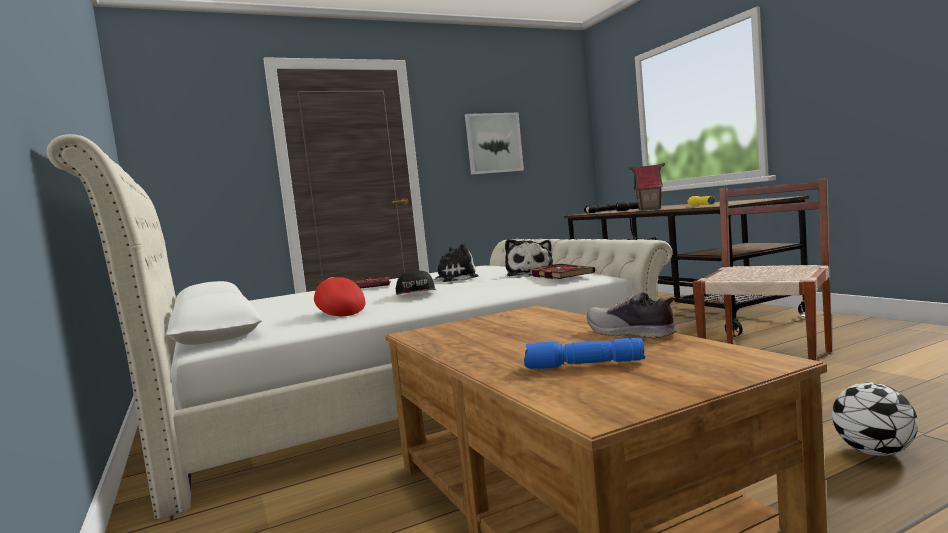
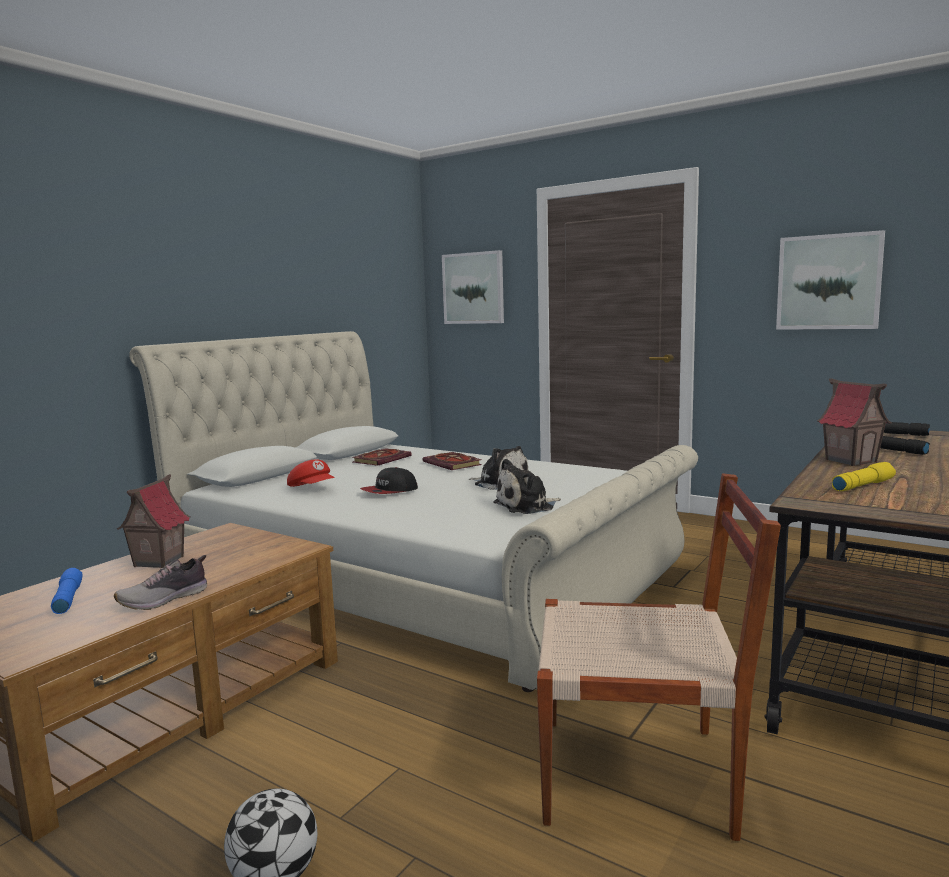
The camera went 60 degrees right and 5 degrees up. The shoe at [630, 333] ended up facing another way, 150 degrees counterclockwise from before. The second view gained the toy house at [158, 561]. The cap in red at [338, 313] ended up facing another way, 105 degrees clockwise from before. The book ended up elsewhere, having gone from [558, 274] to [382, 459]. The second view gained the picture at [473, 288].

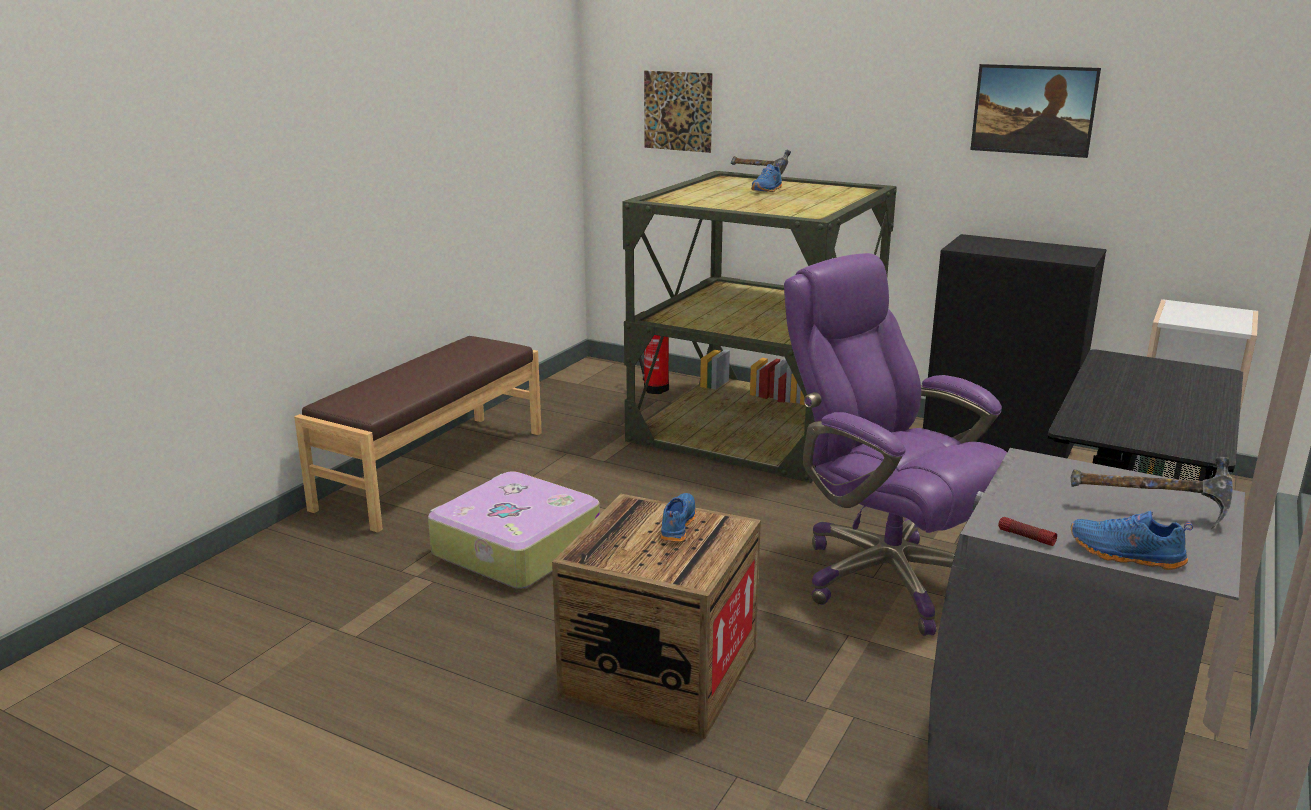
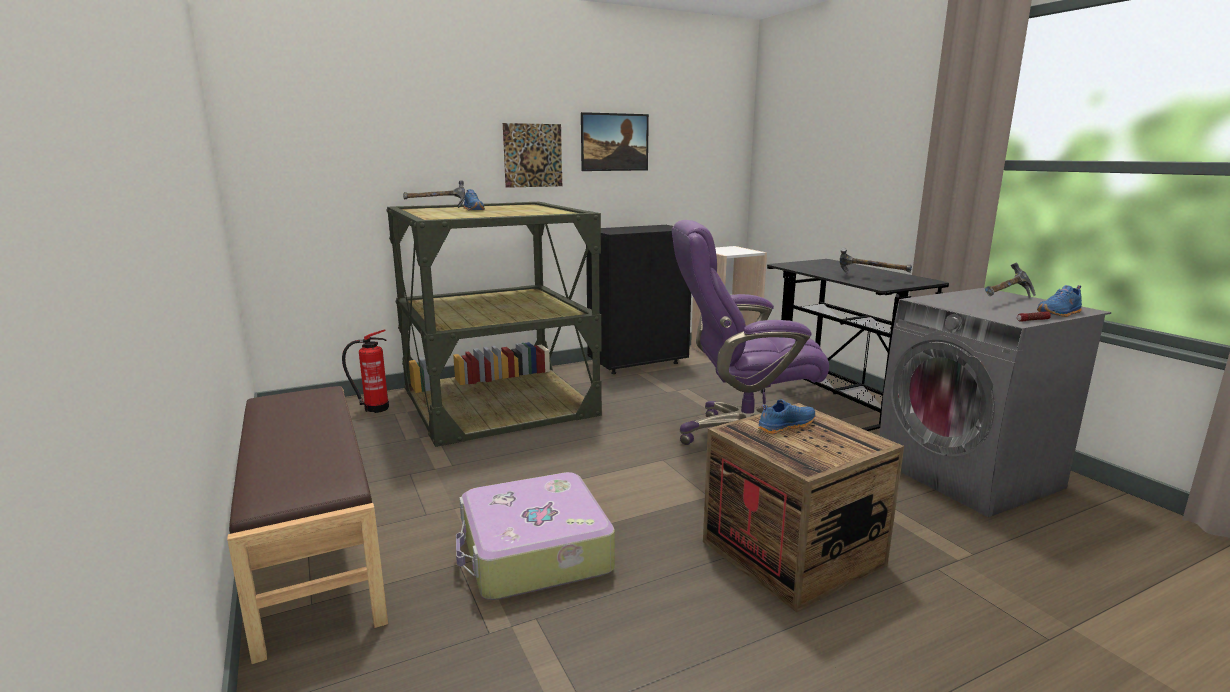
The camera went 55 degrees left and 5 degrees down. The picture ended up elsewhere, having gone from [678, 111] to [533, 155]. The shoe in blue at [676, 526] ended up facing another way, 105 degrees clockwise from before. The second view gained the hammer at [870, 278].

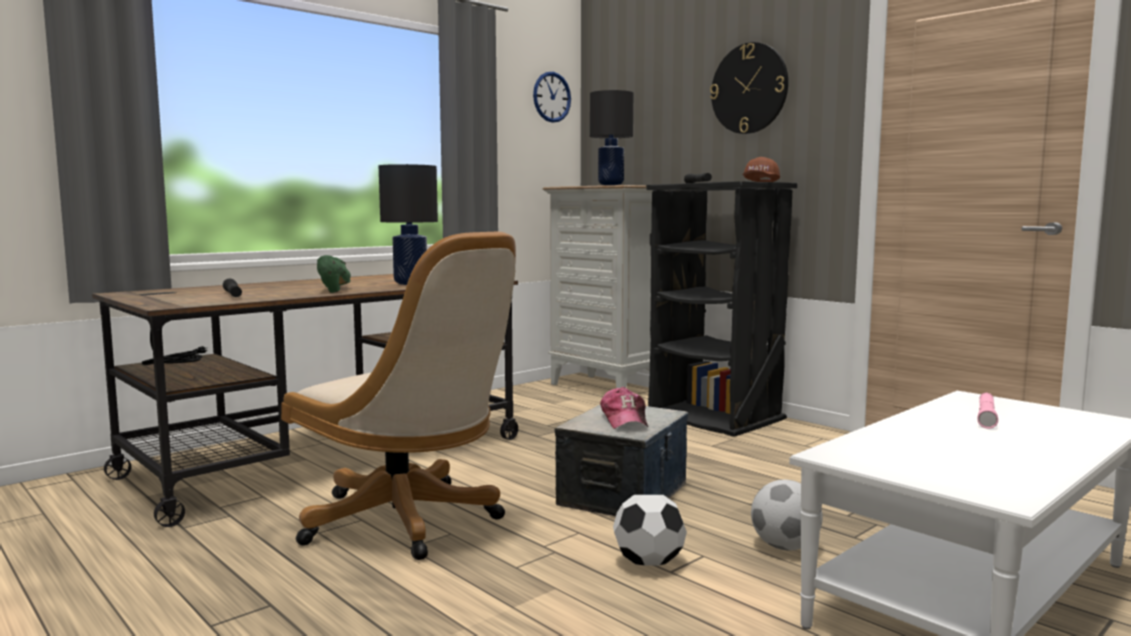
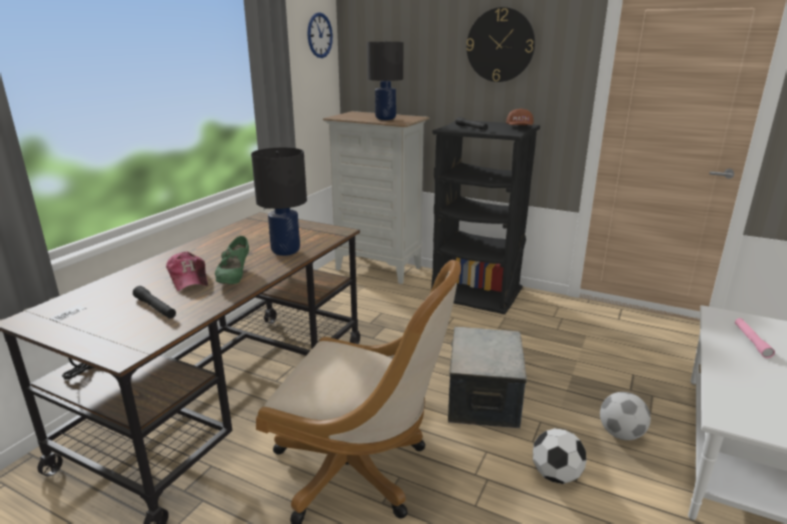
The camera went 20 degrees left and 15 degrees up. The cap ended up elsewhere, having gone from [625, 420] to [189, 279]. The shoe in green at [333, 289] ended up facing another way, 150 degrees counterclockwise from before.

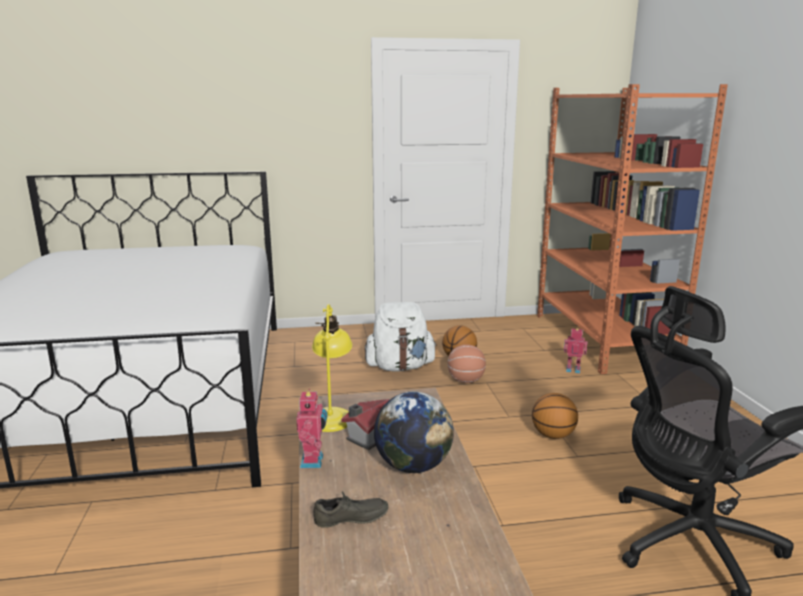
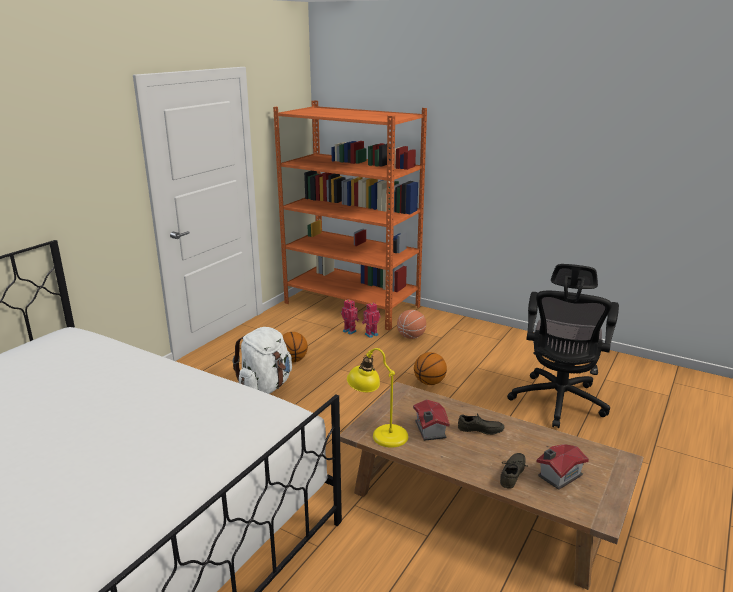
The camera went 50 degrees left and 5 degrees up. The toy robot ended up elsewhere, having gone from [314, 461] to [350, 331]. The basketball ended up elsewhere, having gone from [465, 380] to [411, 337]. Where the globe stood at [413, 466], the shoe in grey came to stand at [480, 431]. The second view gained the toy house at [558, 475].

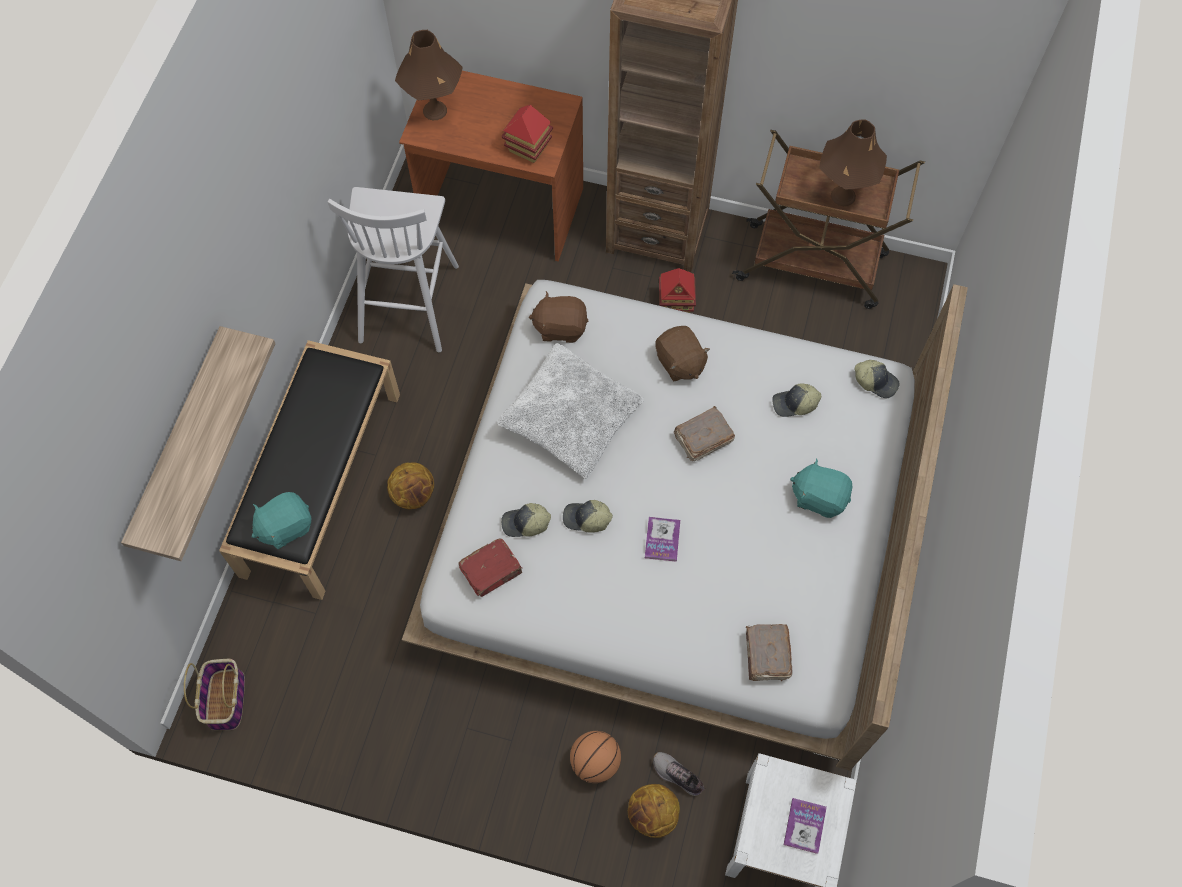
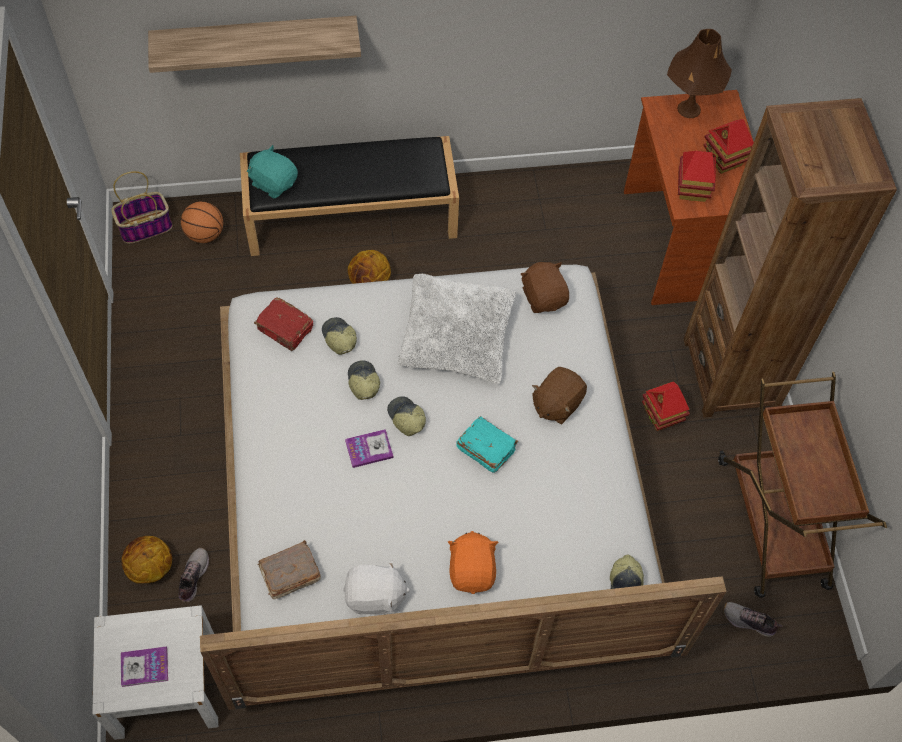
The camera went 65 degrees right and 5 degrees down. The basketball ended up elsewhere, having gone from [595, 762] to [205, 234]. The second view gained the plush toy in white at [375, 597]. The cap ended up elsewhere, having gone from [794, 404] to [406, 418]. What was the plush toy in turquoise at [819, 497] turned into the plush toy in orange at [472, 570]. What was the book in brown at [702, 439] turned into the book in turquoise at [485, 448]. The second view gained the toy house at [724, 160]. The second view gained the shoe at [749, 622]. The second view lost the stool in white at [409, 301]. The second view lost the table lamp in brown at [843, 196].

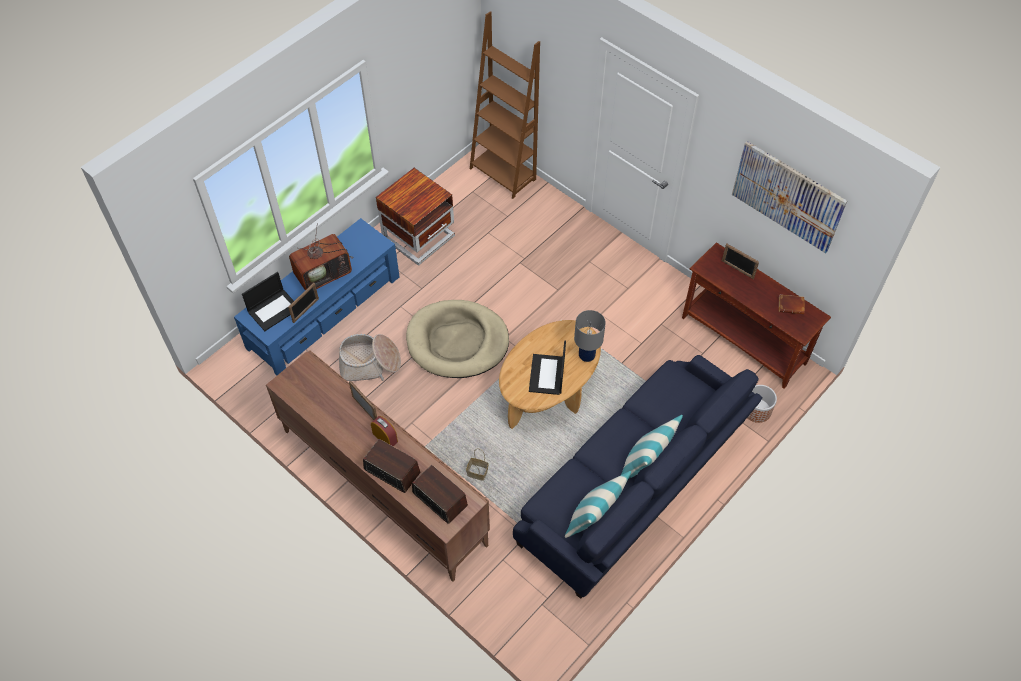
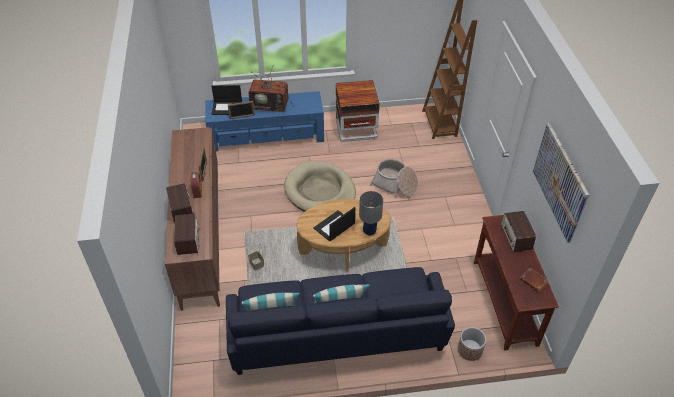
The camera went 40 degrees right and 10 degrees down. The basket ended up elsewhere, having gone from [369, 364] to [395, 185]. Where the picture frame stood at [737, 269], the radio came to stand at [516, 237].

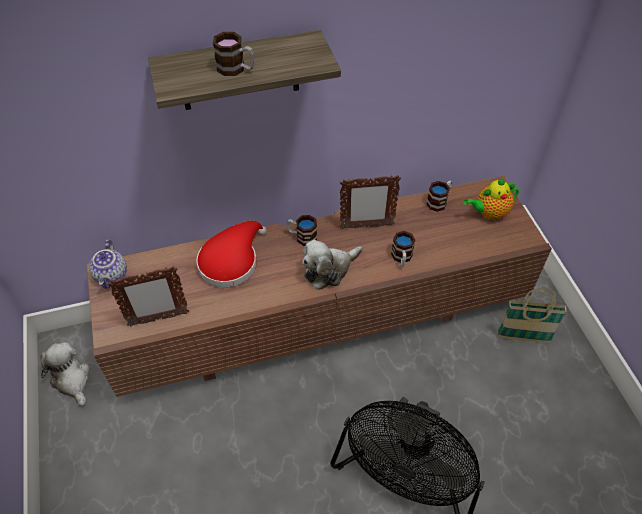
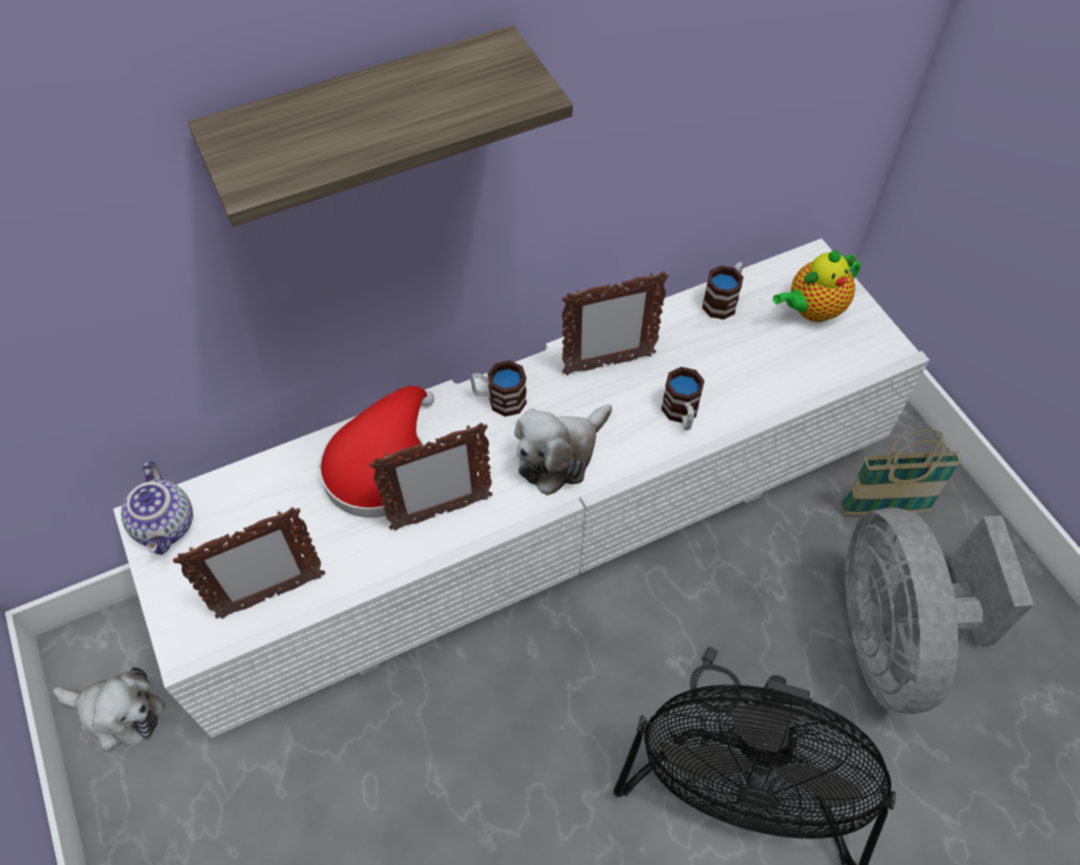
The camera went 10 degrees left and 5 degrees up. The plush toy at [71, 380] ended up facing another way, 150 degrees clockwise from before. What was the tv stand in brown at [320, 314] turned into the tv stand in white at [539, 521]. The second view gained the picture frame at [440, 513]. The second view gained the fan in grey at [891, 638]. The second view lost the mug at [236, 69].

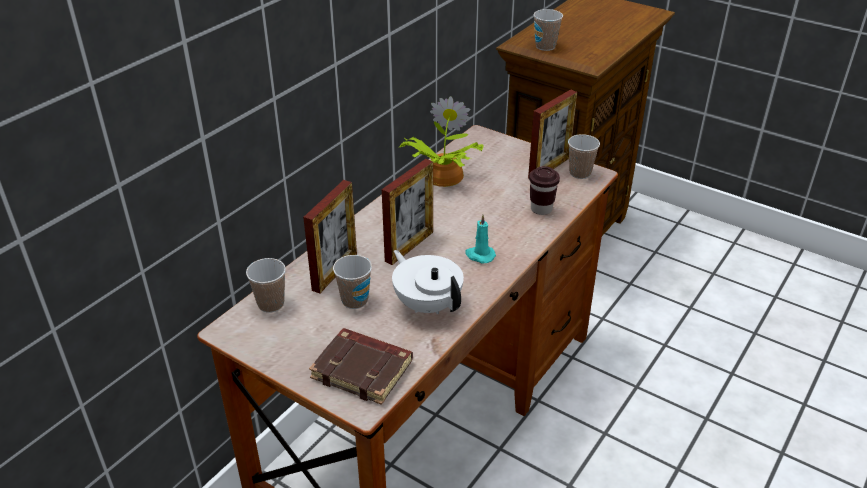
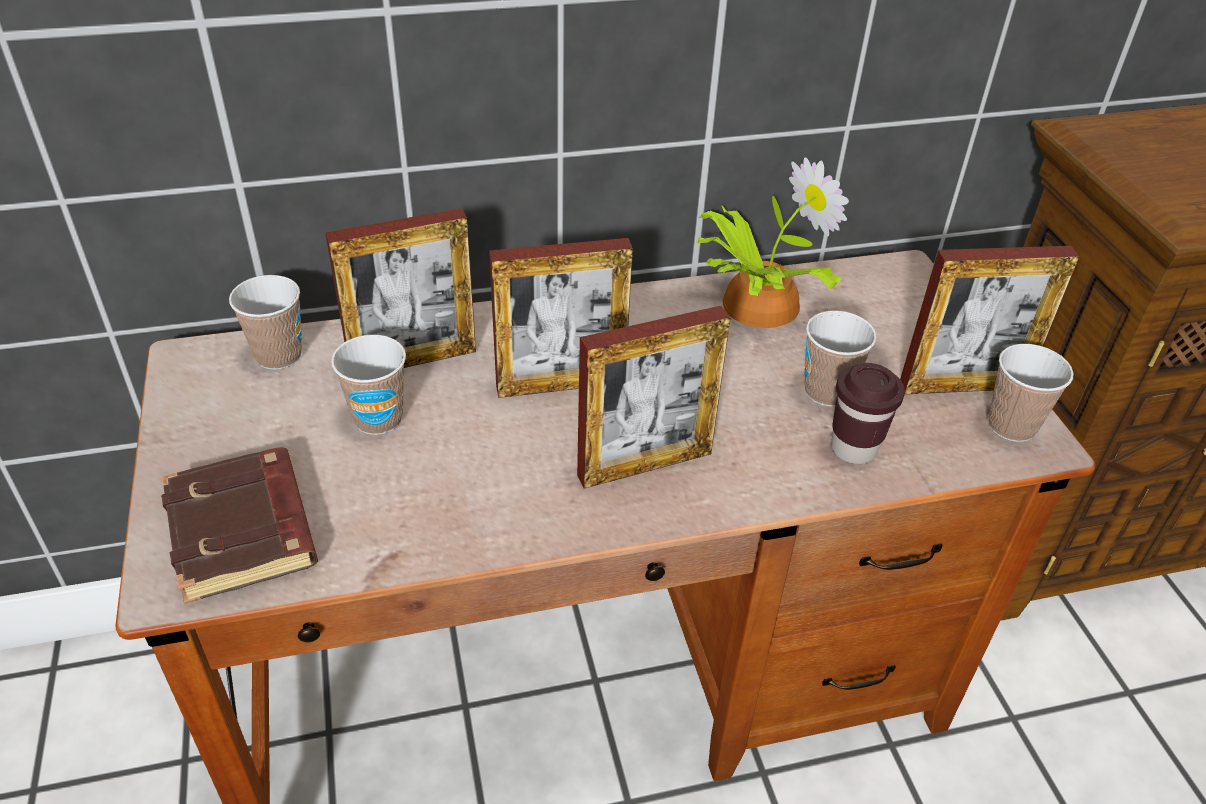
The camera went 40 degrees right and 5 degrees up. Where the candle in turquoise stood at [479, 255], the picture frame came to stand at [645, 464]. The cup ended up elsewhere, having gone from [545, 46] to [827, 391]. The second view lost the teapot in white at [427, 304].

